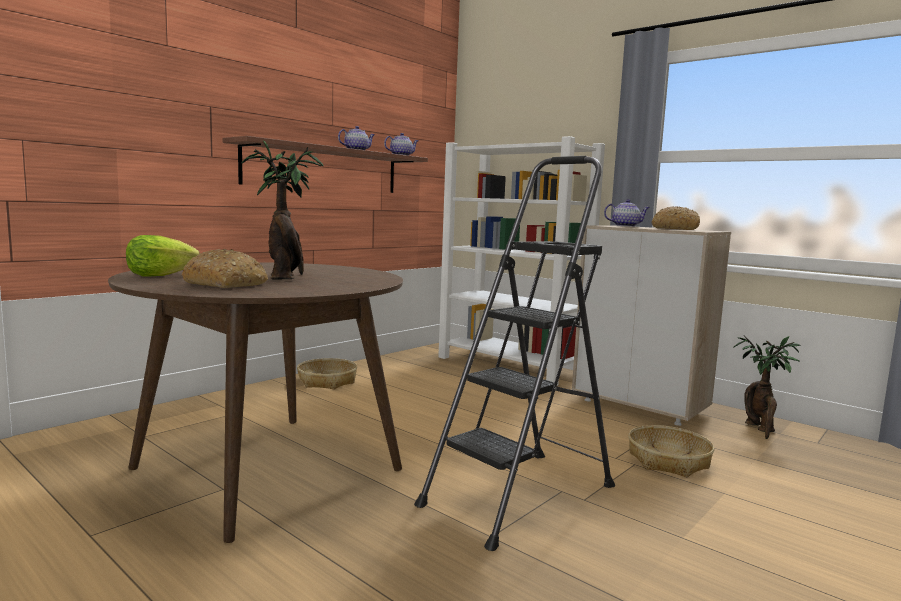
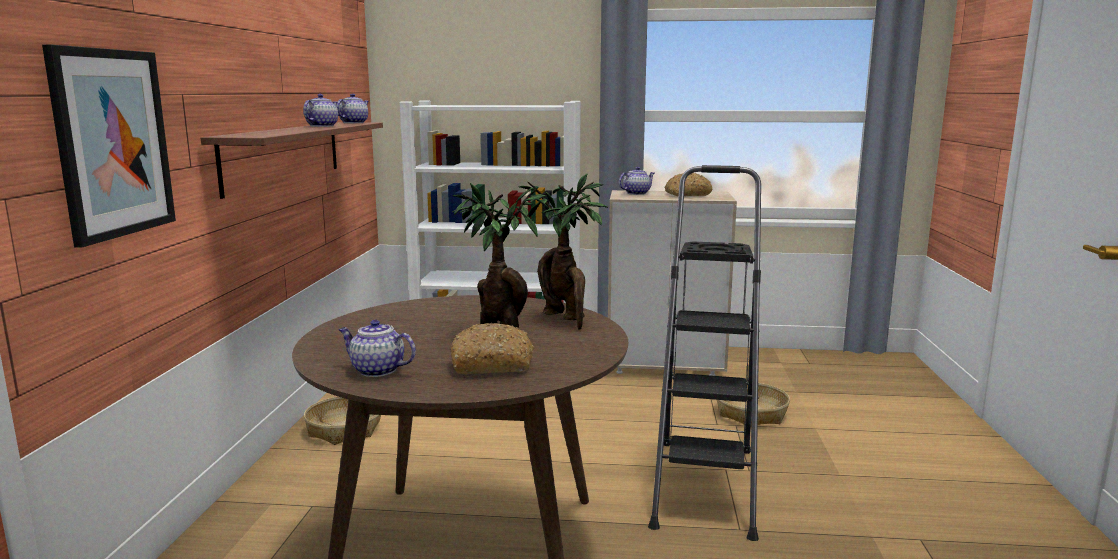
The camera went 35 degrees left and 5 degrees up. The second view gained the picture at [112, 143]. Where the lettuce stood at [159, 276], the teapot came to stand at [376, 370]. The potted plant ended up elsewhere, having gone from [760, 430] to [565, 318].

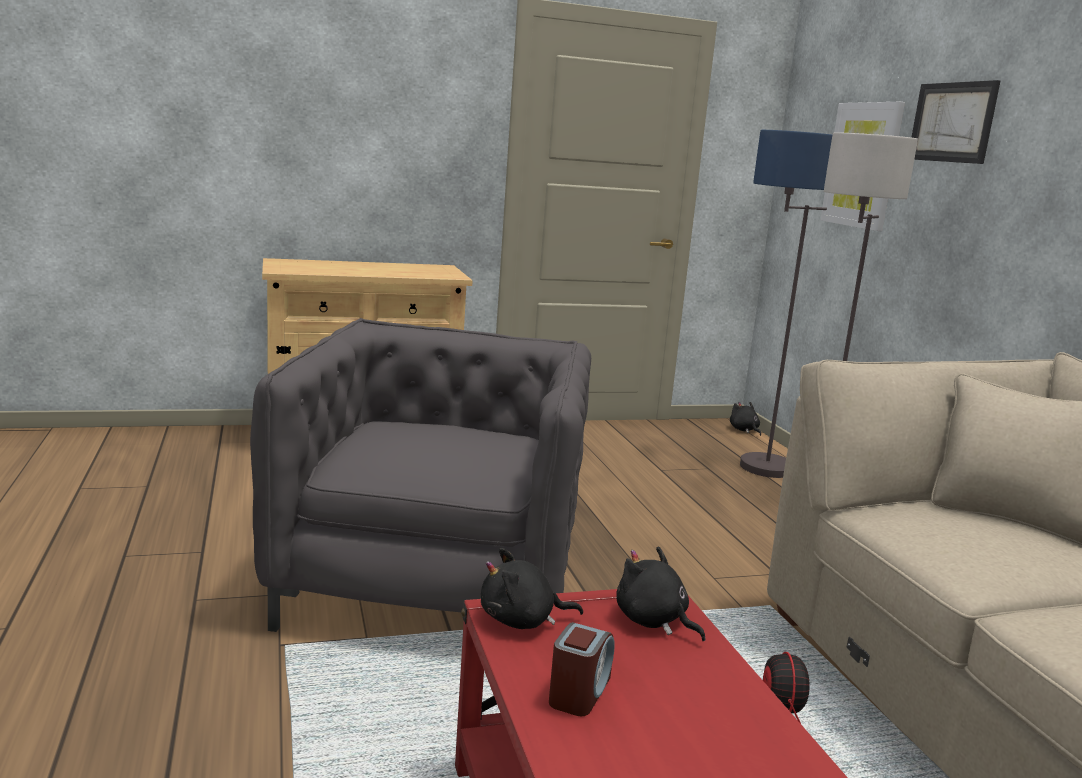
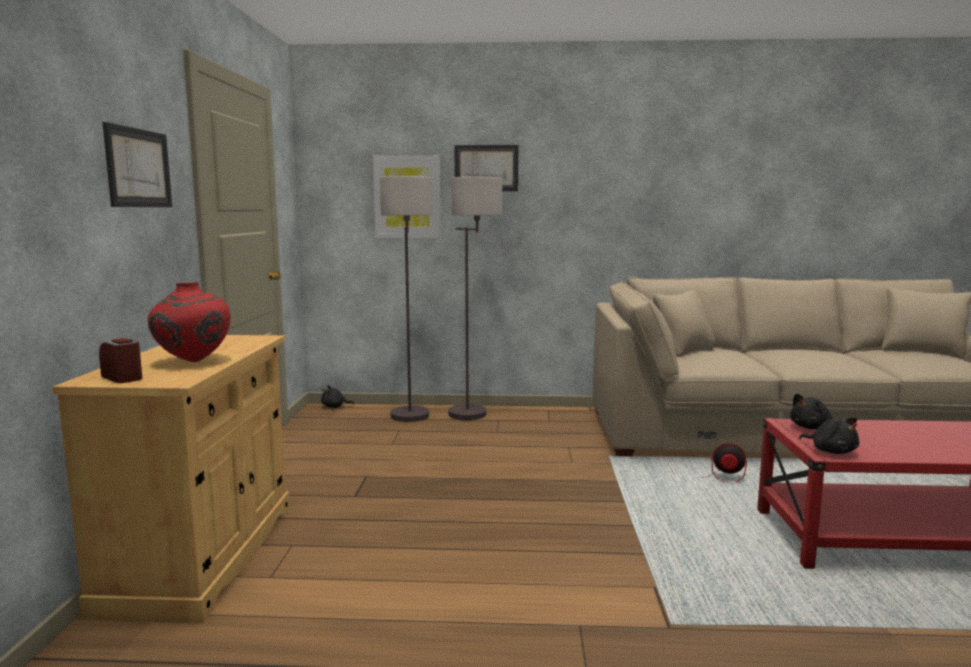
The camera went 70 degrees left and 5 degrees down. The alarm clock ended up elsewhere, having gone from [579, 692] to [123, 378]. The second view gained the picture at [138, 168]. The second view gained the vase in red at [193, 361]. What was the floor lamp in blue at [754, 469] turned into the floor lamp in grey at [410, 419]. The plush toy in black at [522, 620] ended up facing another way, 45 degrees counterclockwise from before. The second view lost the armchair in grey at [432, 582].

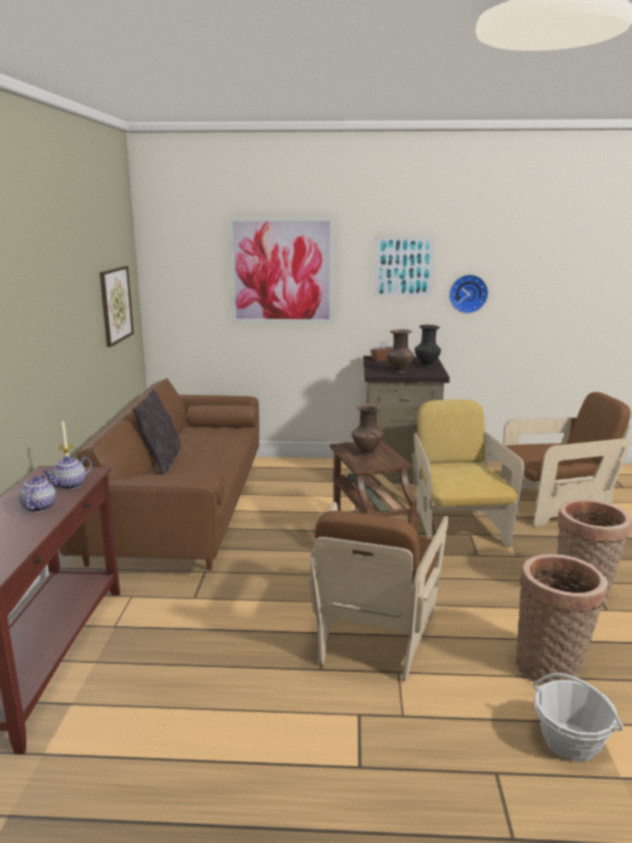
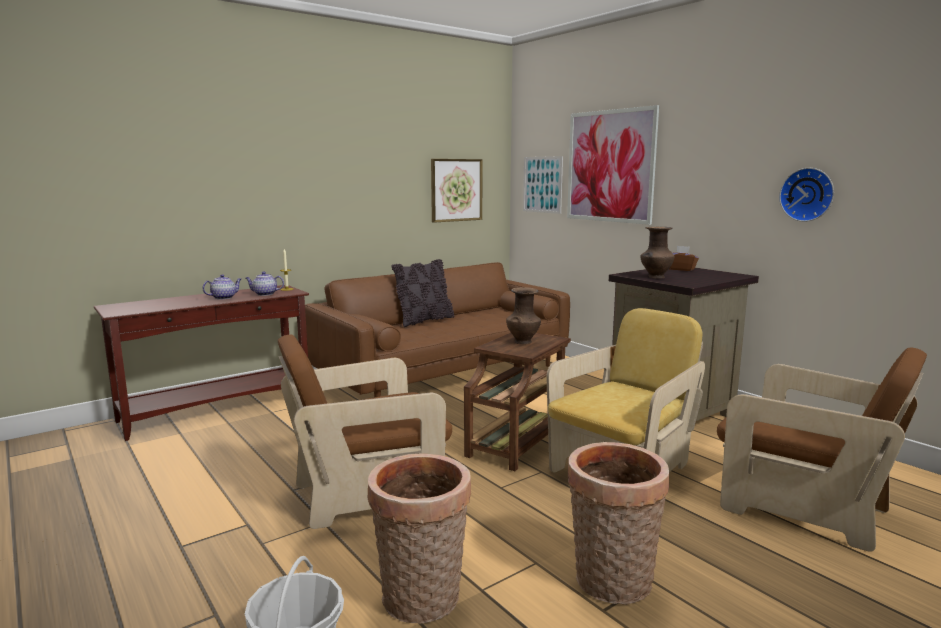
The camera went 50 degrees right and 5 degrees down. The picture ended up elsewhere, having gone from [403, 267] to [542, 184]. The second view lost the vase in black at [426, 366].

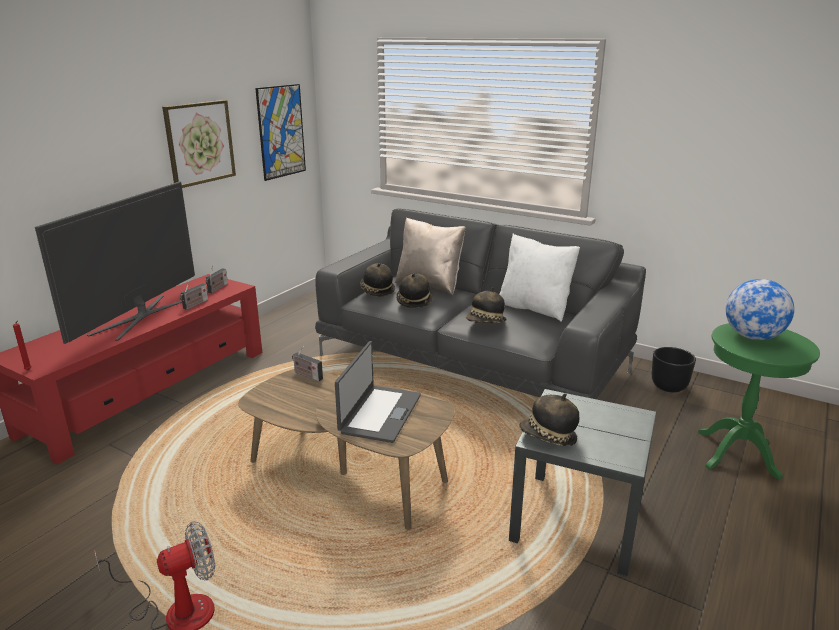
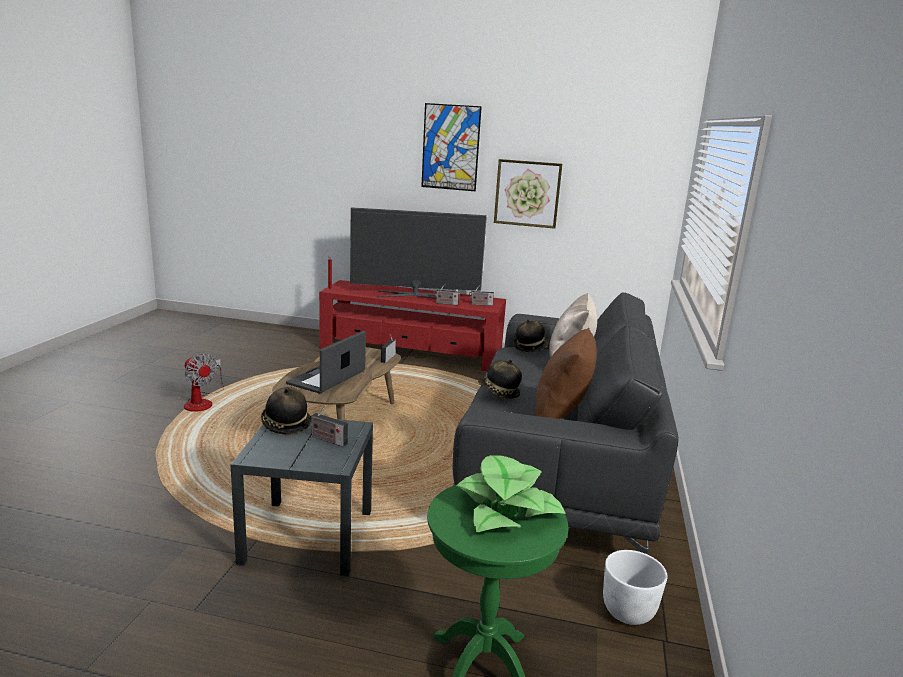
The camera went 70 degrees right and 5 degrees down. The laptop at [379, 413] ended up facing another way, 120 degrees clockwise from before. The second view gained the radio at [327, 440]. The picture ended up elsewhere, having gone from [281, 131] to [450, 147]. Where the globe stood at [752, 337], the potted plant came to stand at [506, 508]. What was the pillow in white at [534, 308] turned into the pillow in brown at [561, 414]. What was the planter in black at [669, 387] turned into the planter in white at [628, 613]. The second view lost the hat at [414, 301].

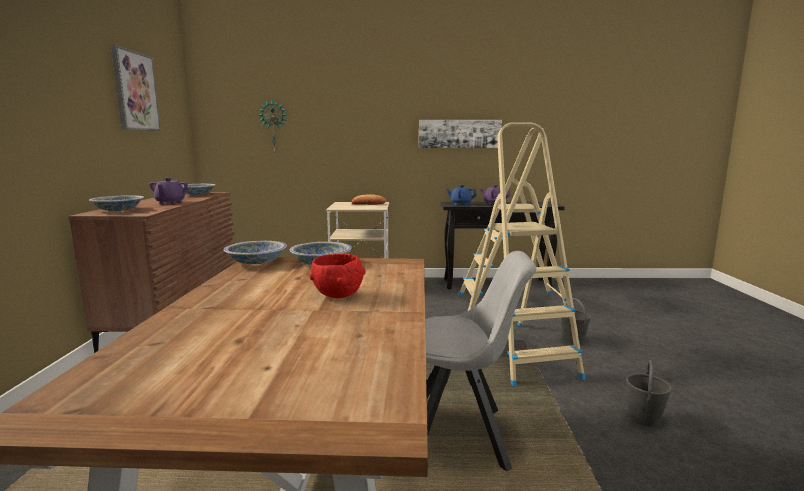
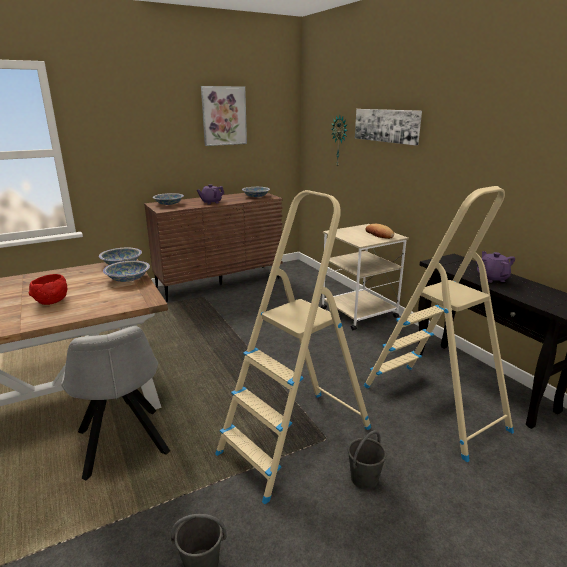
The camera went 60 degrees right and 10 degrees up. The picture ended up elsewhere, having gone from [459, 133] to [387, 125]. The second view lost the teapot in blue at [461, 204].

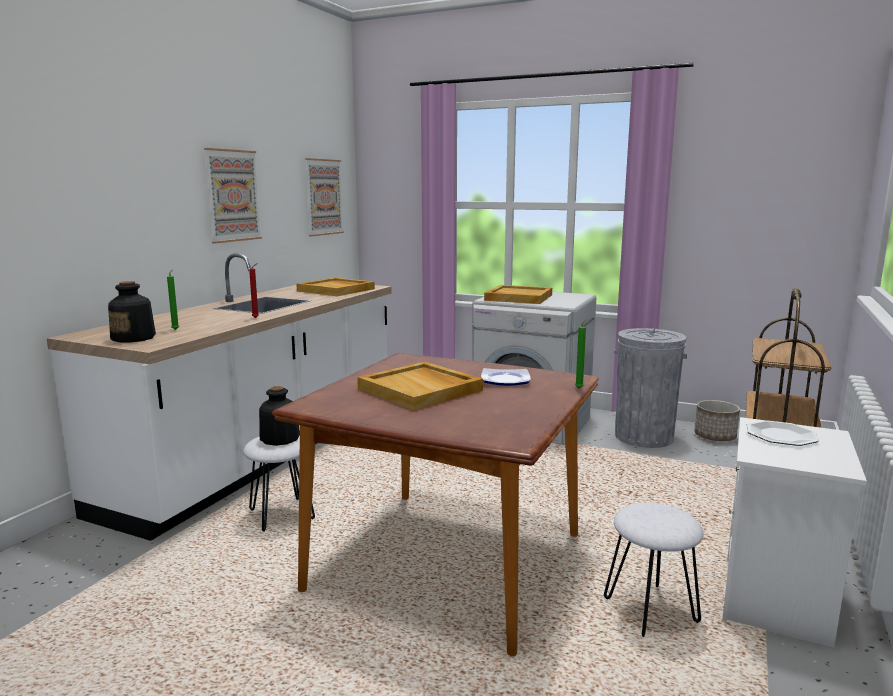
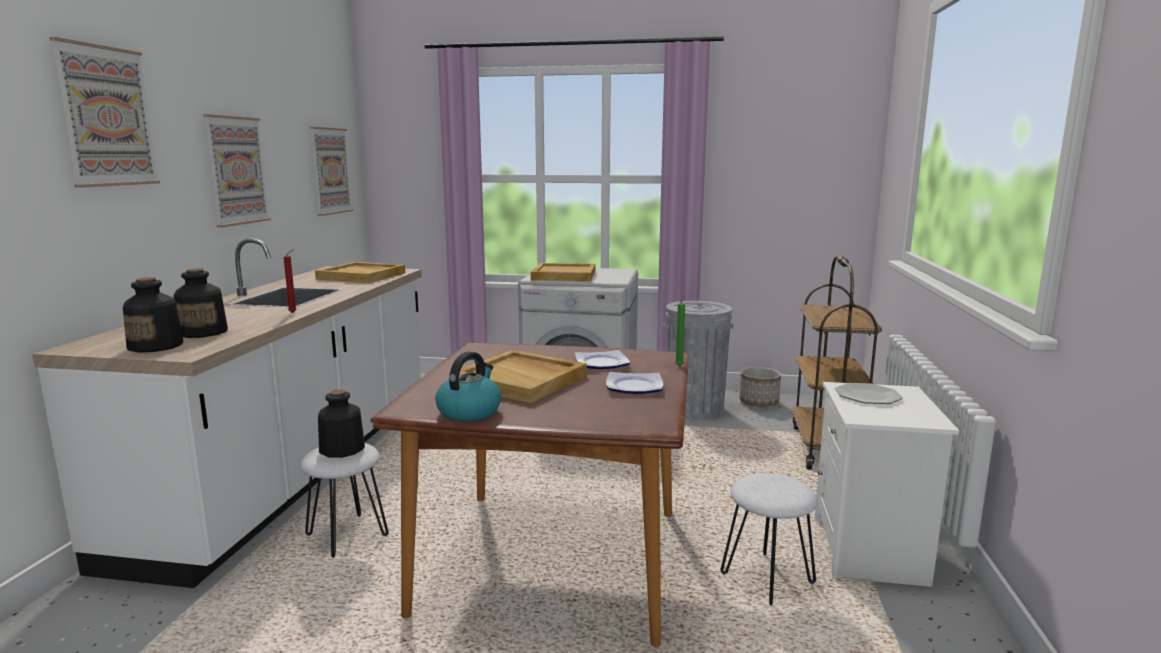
The camera went 15 degrees left and 0 degrees up. The second view gained the picture at [106, 116]. Where the candle in green stood at [176, 329], the bottle came to stand at [203, 332]. The second view gained the kettle at [469, 411]. The second view gained the plate at [635, 386].

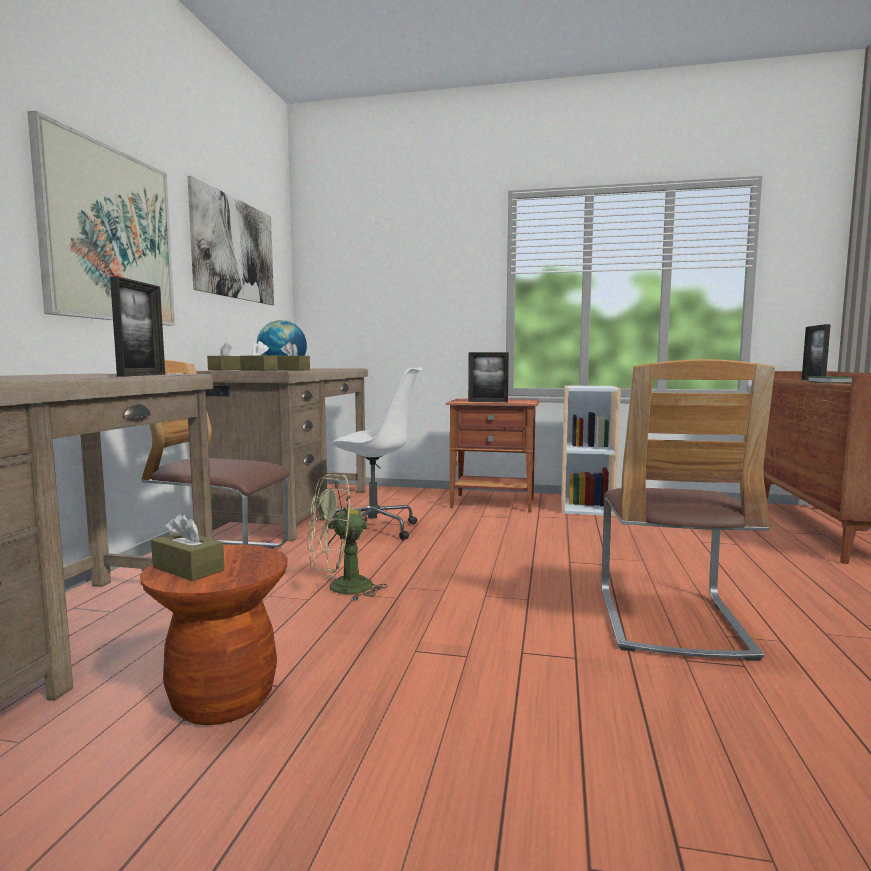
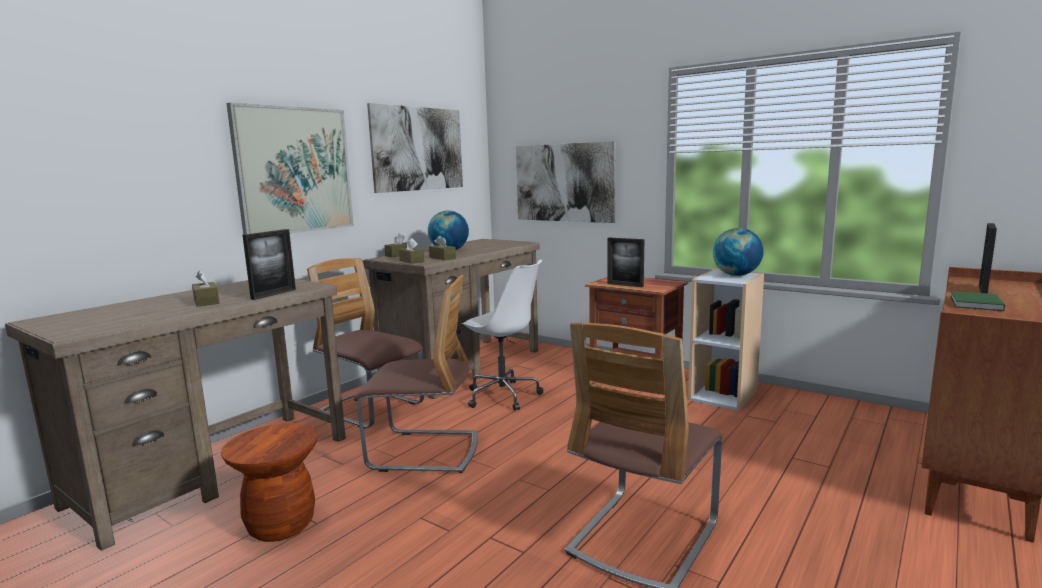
The camera went 25 degrees right and 5 degrees up. The tissue box in brown ended up elsewhere, having gone from [188, 569] to [206, 301]. Where the fan in green stood at [341, 589], the chair came to stand at [424, 451]. The second view gained the picture at [564, 182]. The second view gained the globe at [736, 275].

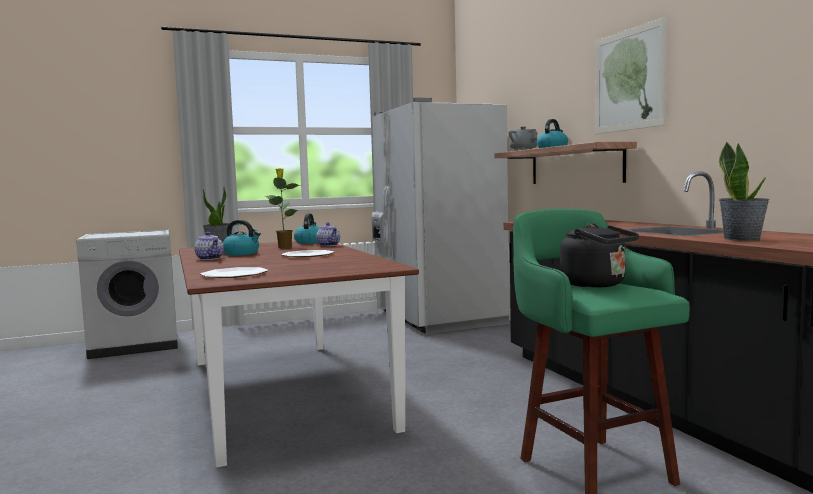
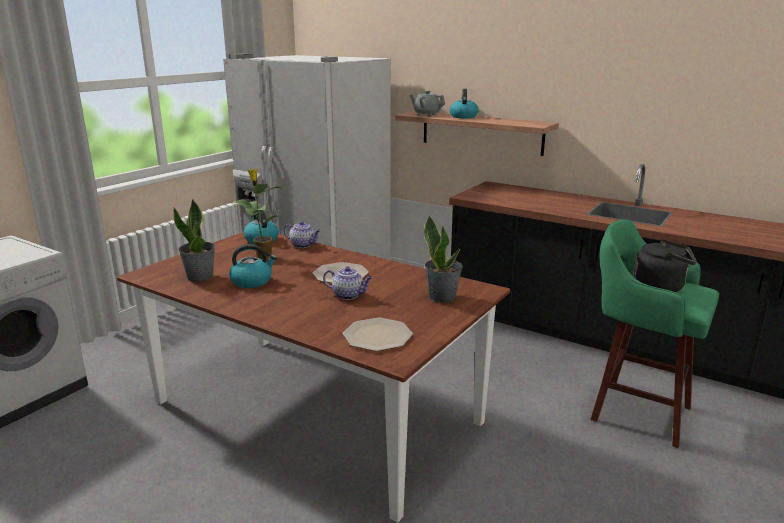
The camera went 35 degrees left and 15 degrees up. The teapot ended up elsewhere, having gone from [210, 258] to [348, 295]. The potted plant ended up elsewhere, having gone from [742, 239] to [442, 297]. The second view lost the picture at [629, 80].

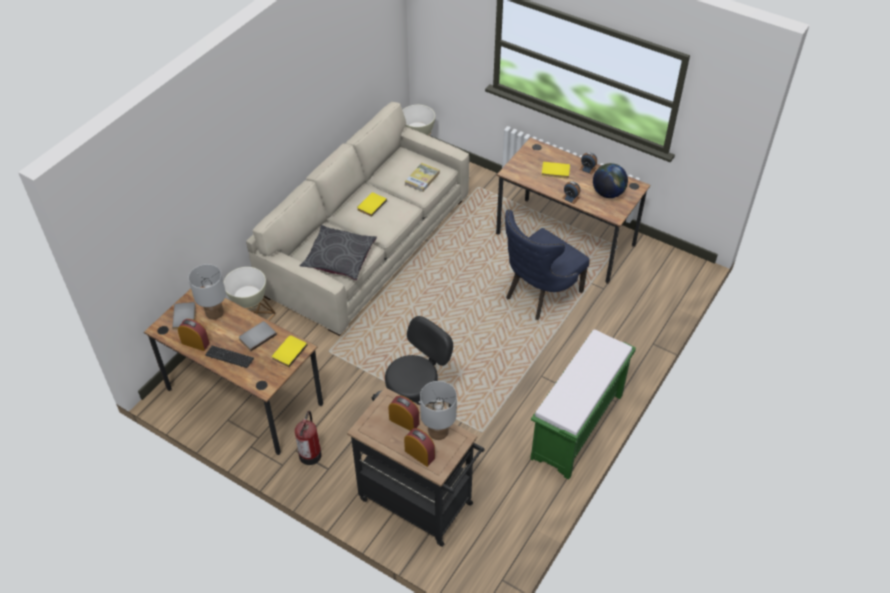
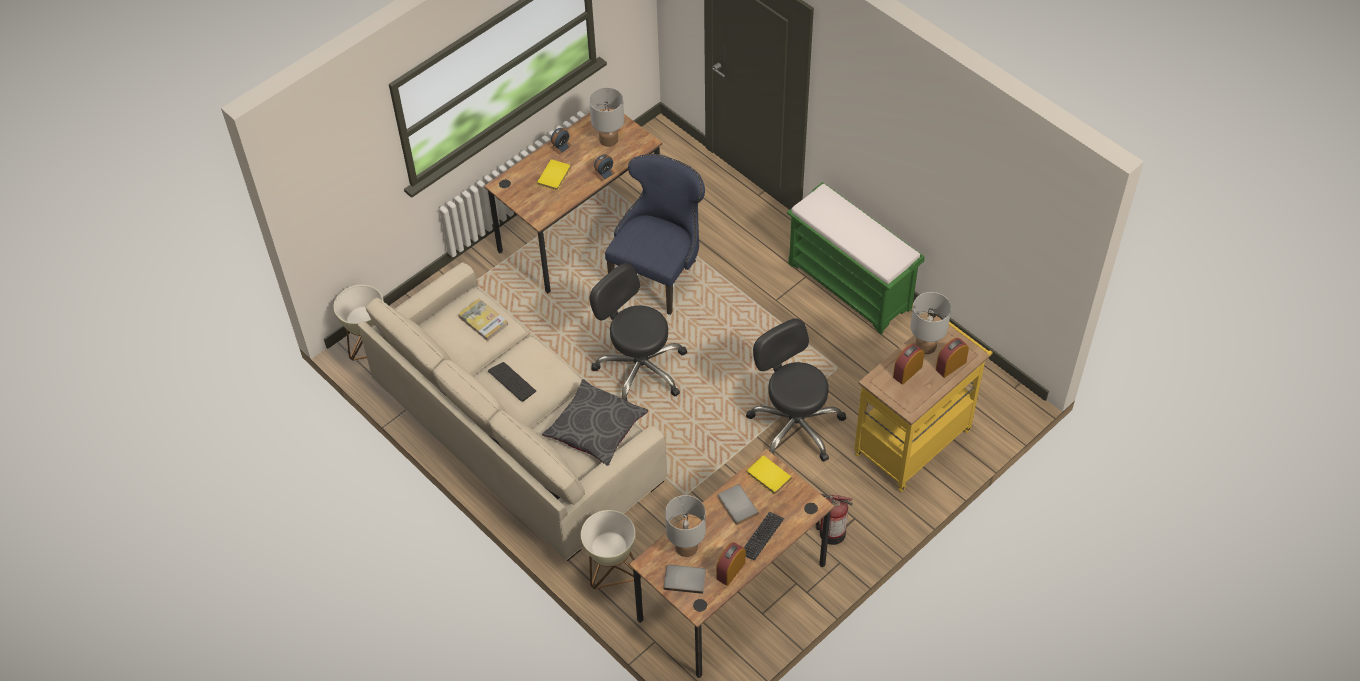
The camera went 75 degrees left and 5 degrees up. Where the book in yellow stood at [371, 205], the keyboard came to stand at [512, 382]. Where the globe stood at [608, 193], the table lamp in grey came to stand at [608, 139]. The second view gained the office chair in black at [637, 366]. The chair in blue at [539, 294] ended up facing another way, 120 degrees counterclockwise from before. What was the cart in black at [419, 503] turned into the cart in yellow at [915, 441].

